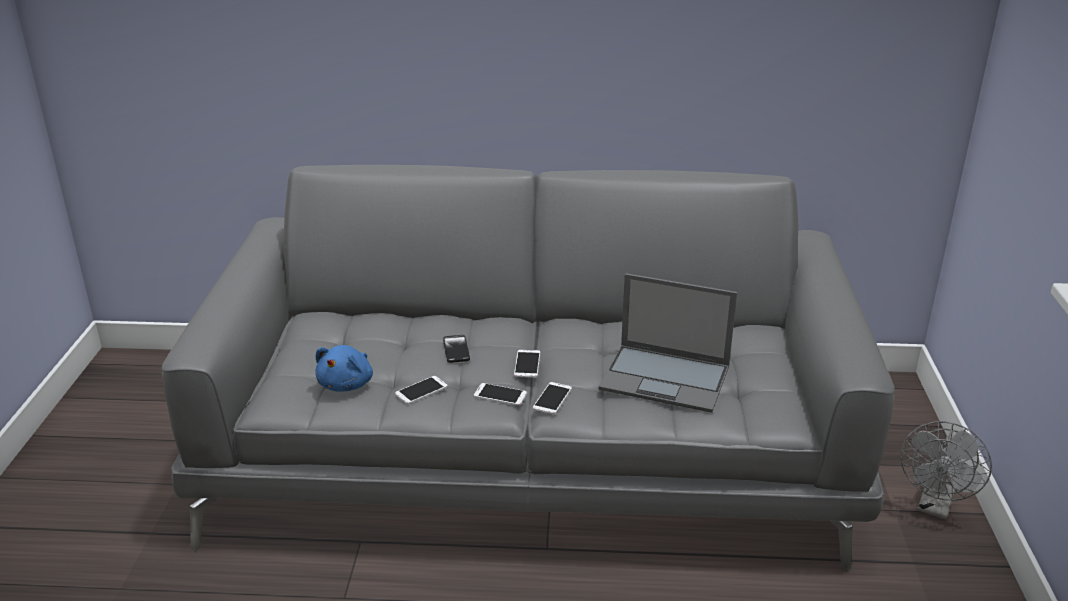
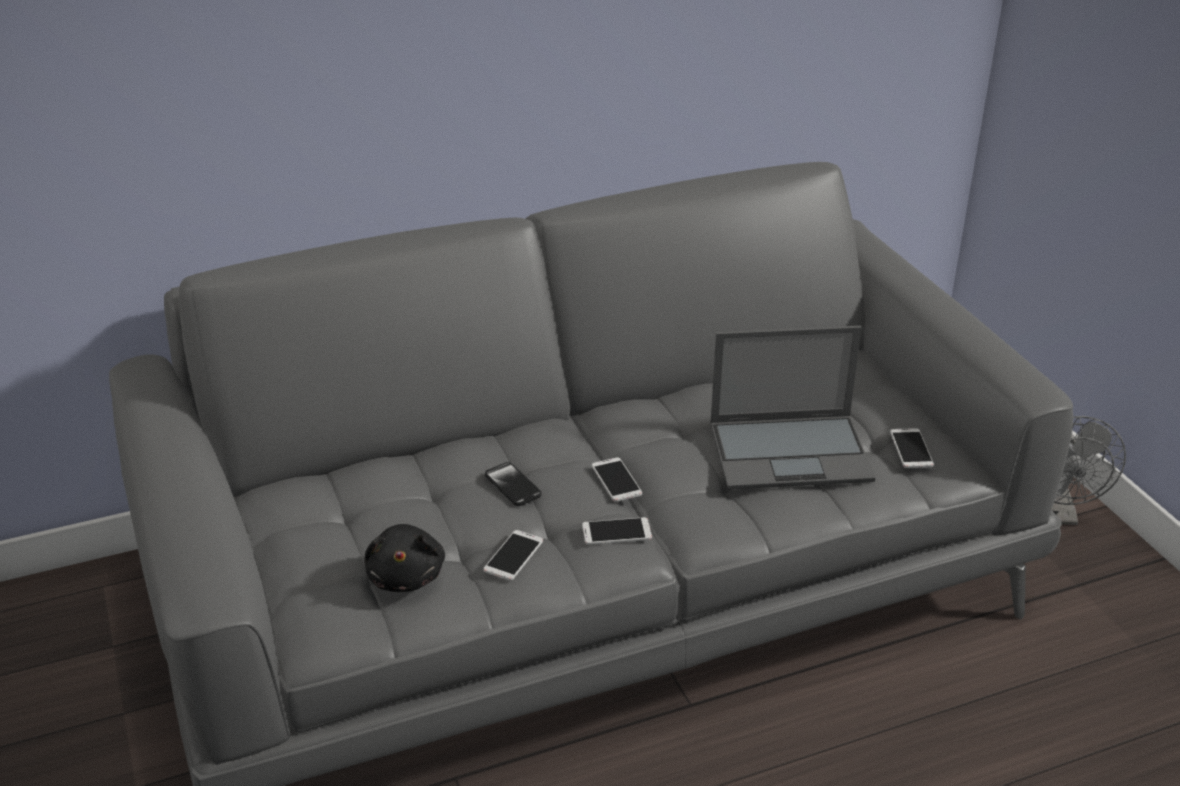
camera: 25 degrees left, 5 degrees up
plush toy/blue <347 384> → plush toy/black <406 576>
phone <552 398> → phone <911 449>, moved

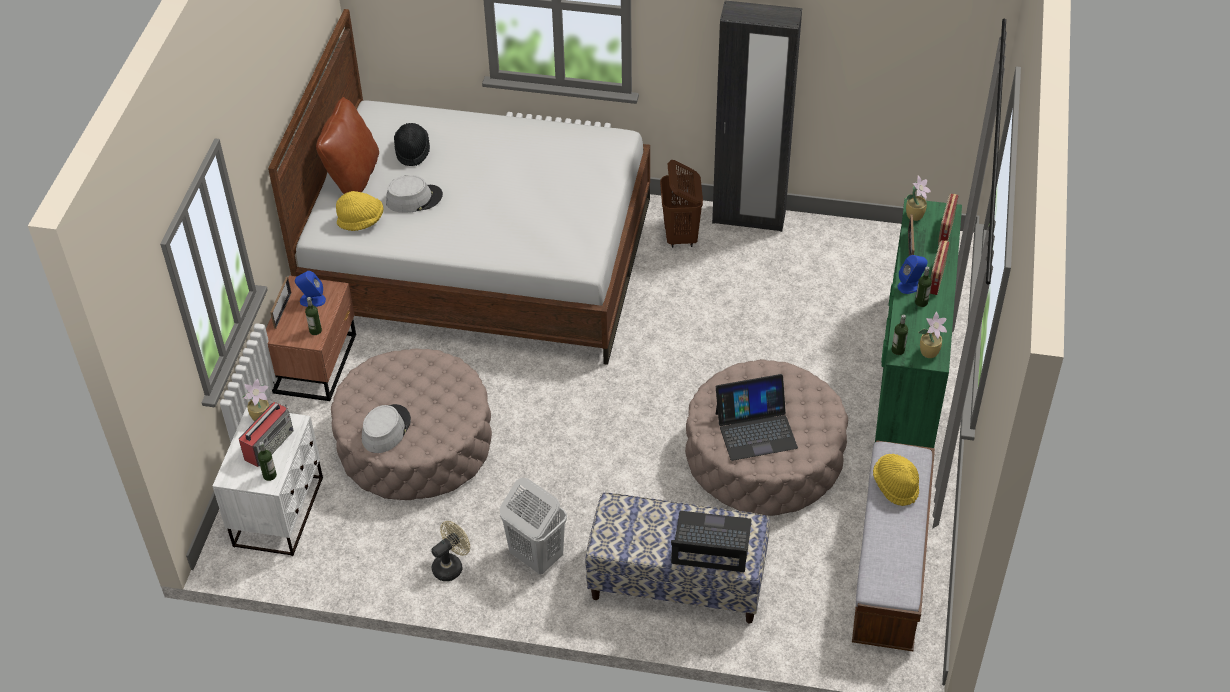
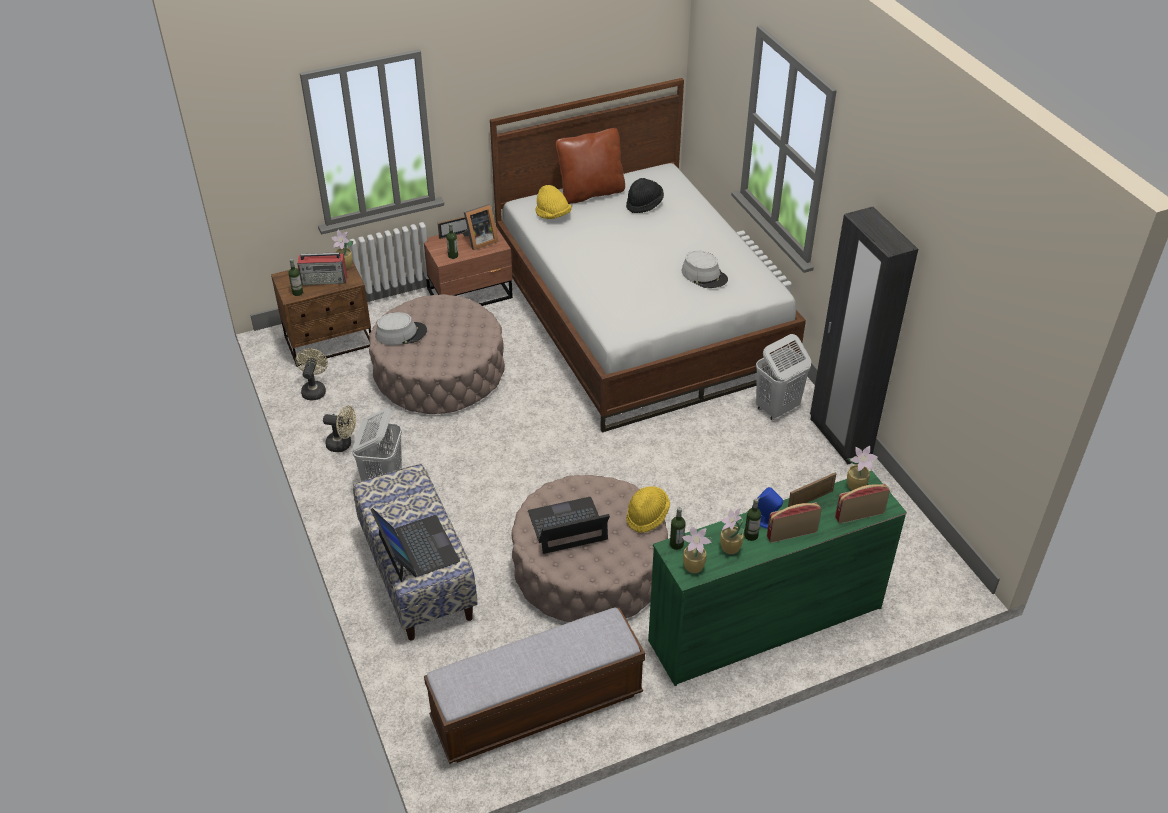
camera: 55 degrees right, 5 degrees down
laundry basket/brown <681 236> → laundry basket/white <776 408>
hat/grey <414 199> → hat/grey <704 275>, moved
speaker/blue <312 300> → picture frame <479 241>
laptop <755 430> → laptop <567 526>, 120 degrees clockwise
nightstand/white <280 511> → nightstand/brown <329 342>
hat/yellow <896 486> → hat/yellow <647 516>, moved
- → fan/beige <314 389>
- → potted plant <730 549>

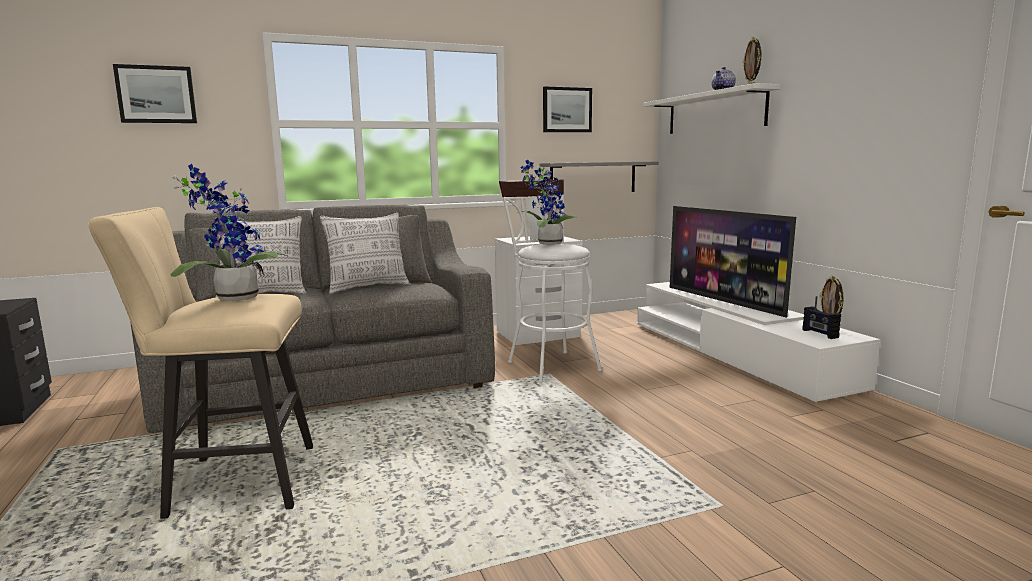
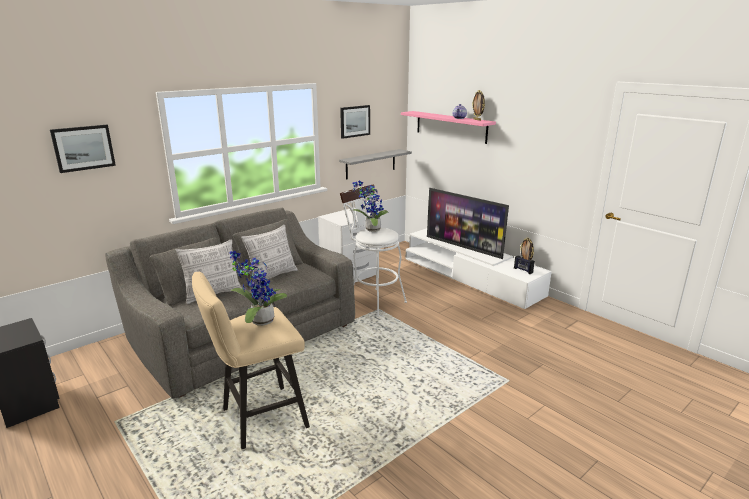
camera: 20 degrees left, 10 degrees up
shelf/white <714 112> → shelf/pink <450 126>

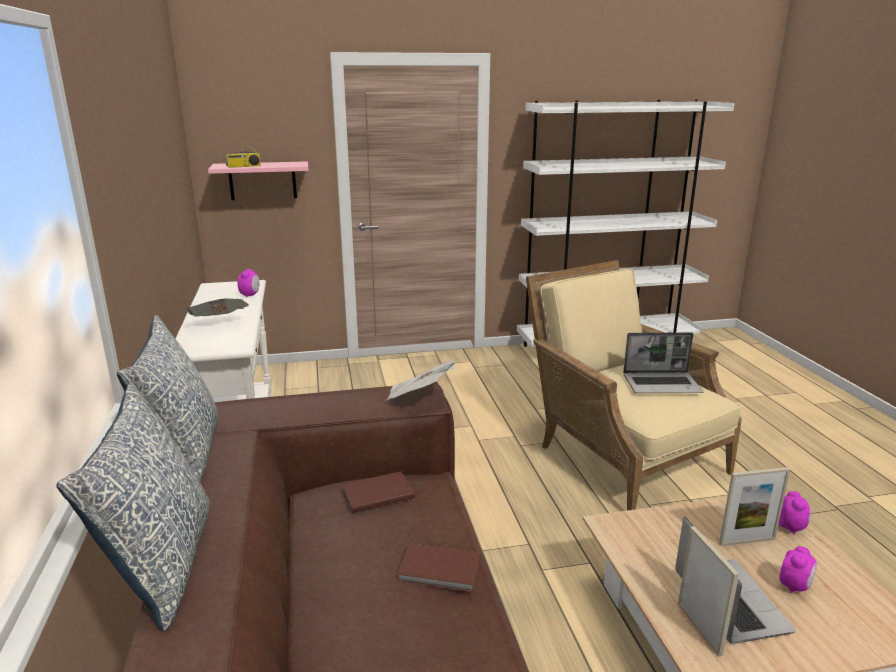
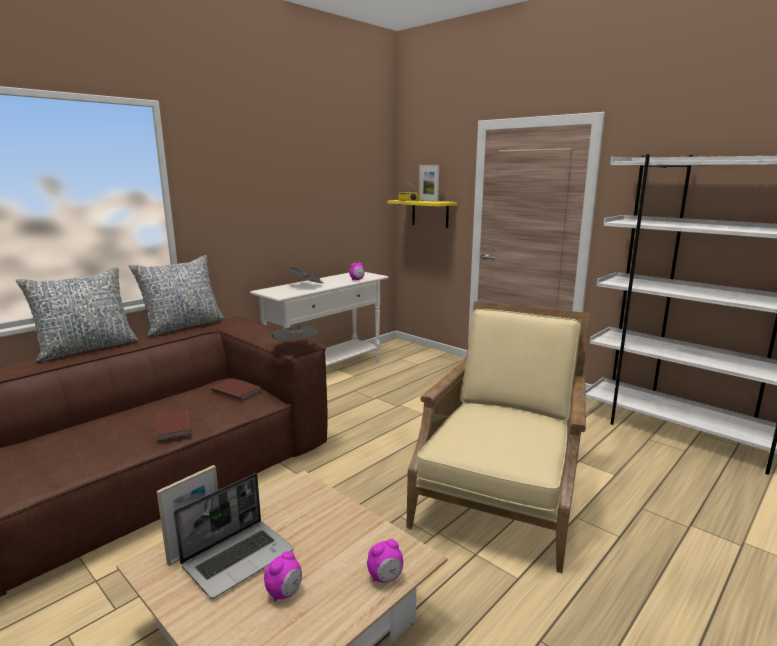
camera: 55 degrees right, 5 degrees down
shelf/pink <262 180> → shelf/yellow <430 213>
laptop <662 384> → -
picture frame <747 541> → picture frame <428 201>, moved
alarm clock <794 586> → alarm clock <285 593>, 60 degrees counterclockwise

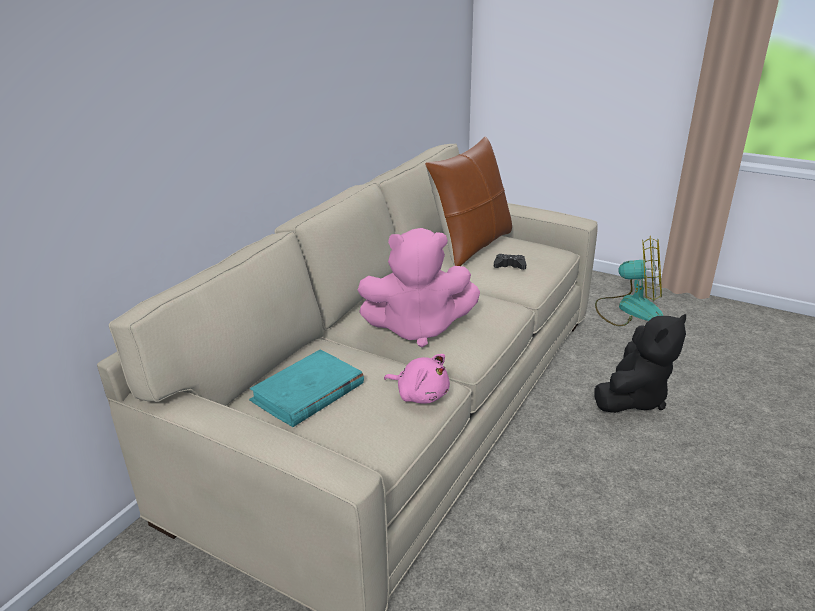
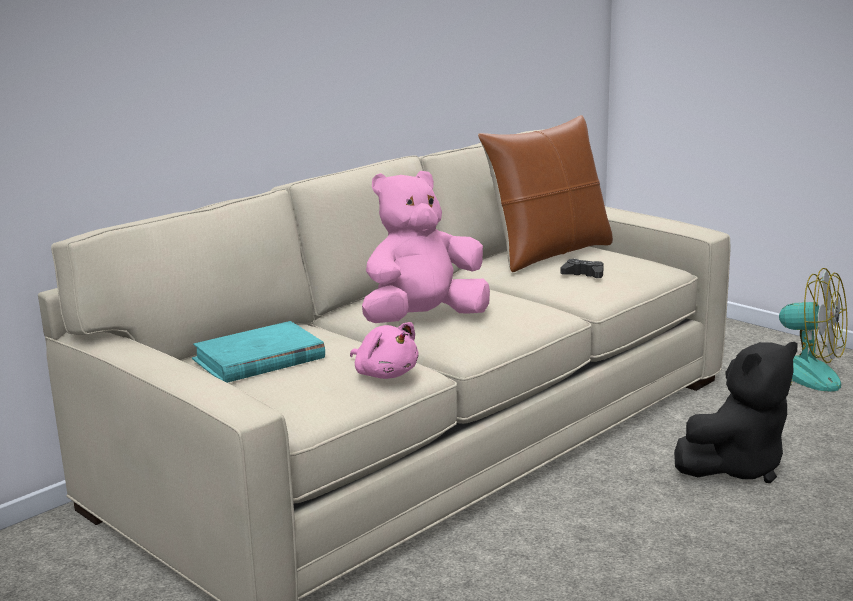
camera: 15 degrees right, 10 degrees down
plush toy/pink <418 328> → plush toy/pink <423 320>, 135 degrees clockwise

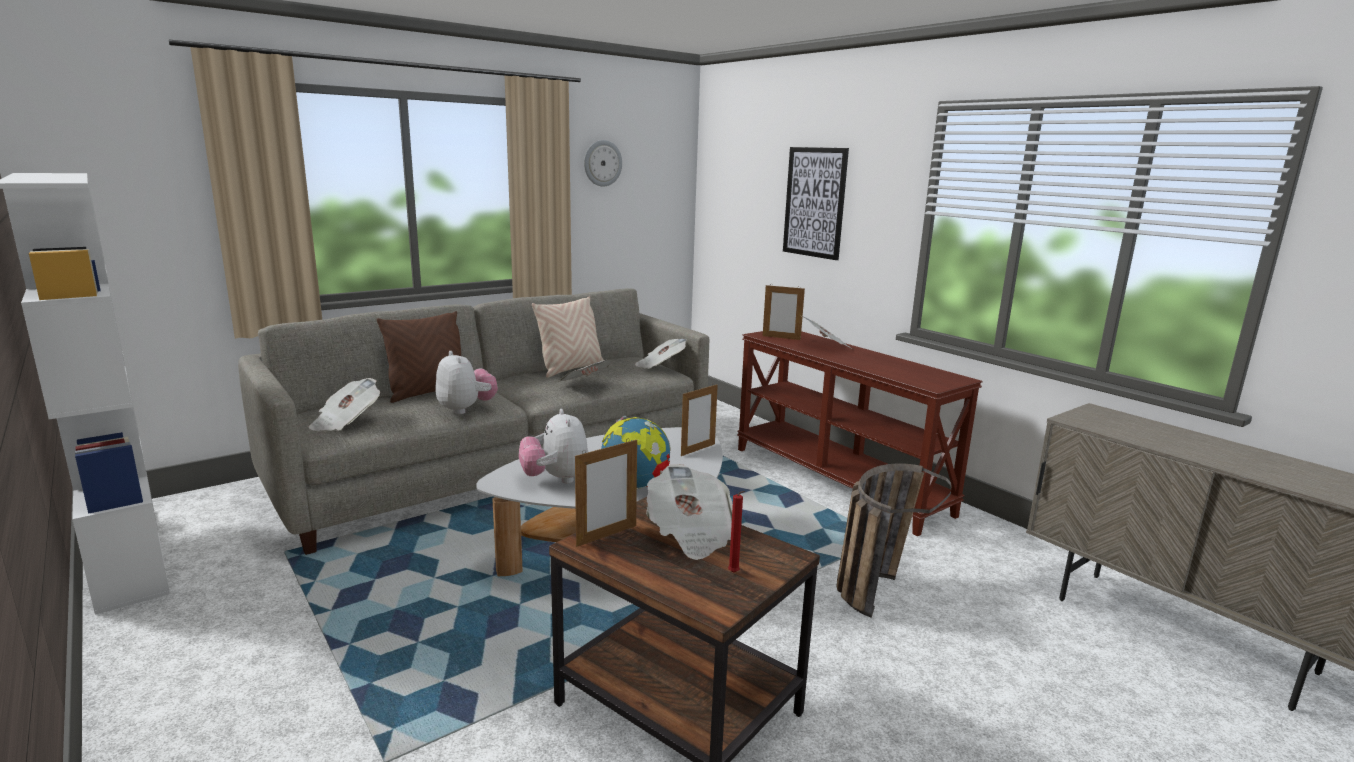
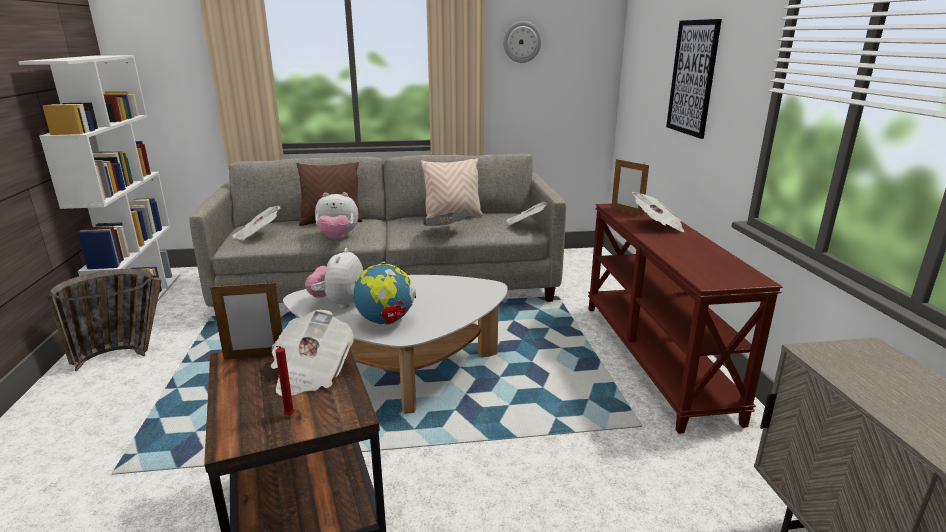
camera: 30 degrees right, 5 degrees up
plush toy <466 409> → plush toy <337 238>, 90 degrees clockwise
picture frame <698 450> → -
basket <875 585> → basket <126 355>, moved

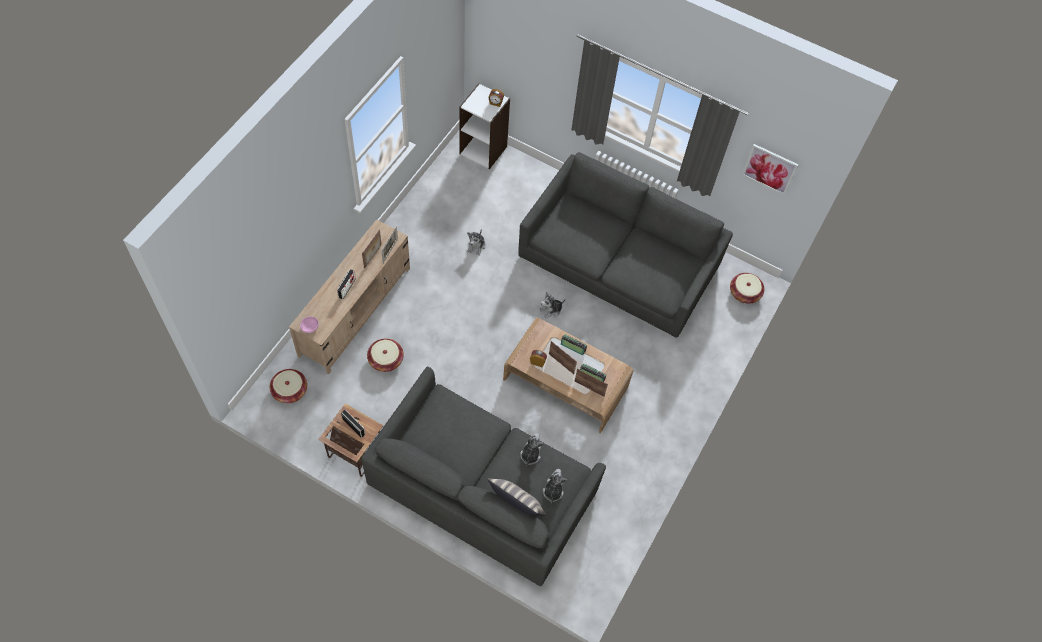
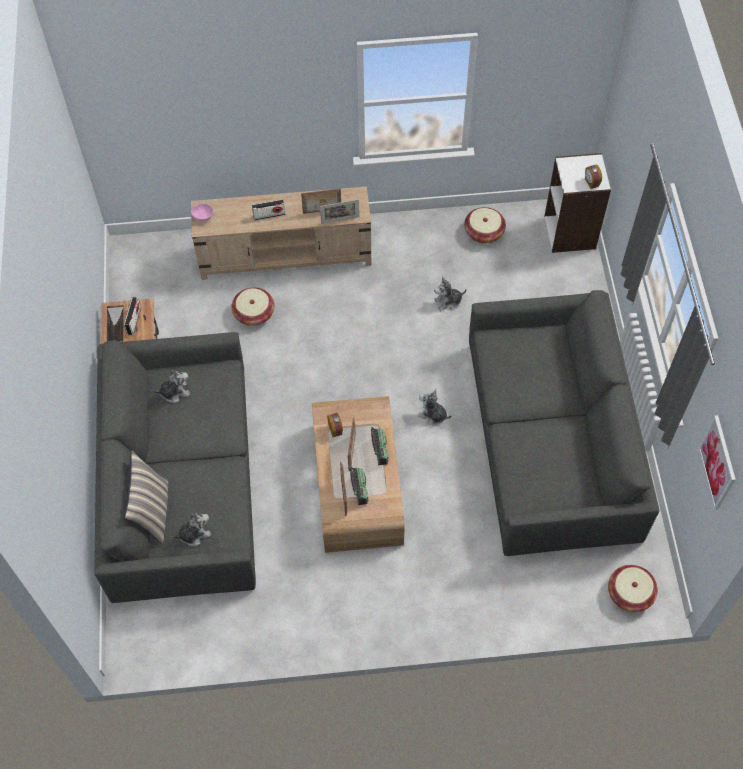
camera: 60 degrees right, 0 degrees up
basket <290 390> → basket <484 232>, moved
plush toy <530 454> → plush toy <174 392>, moved

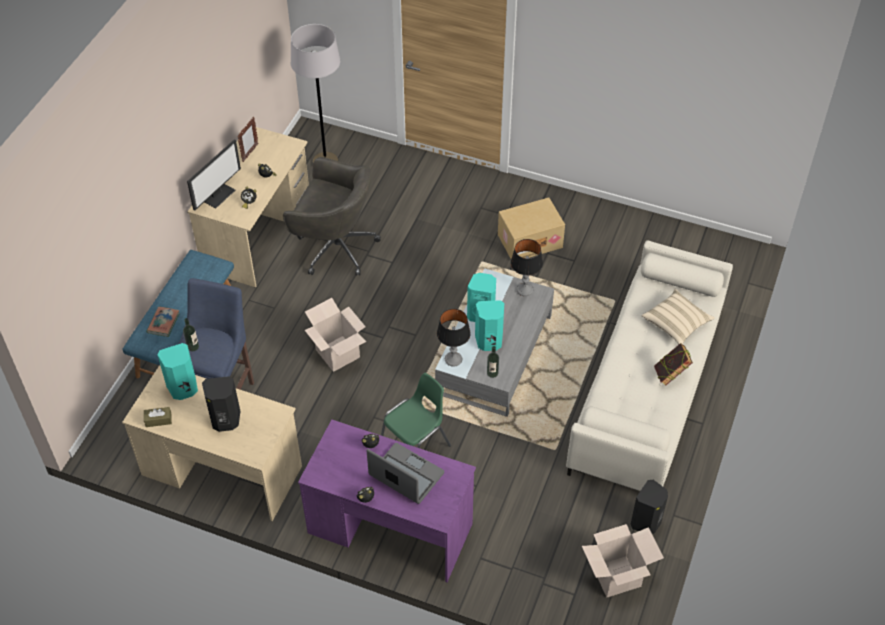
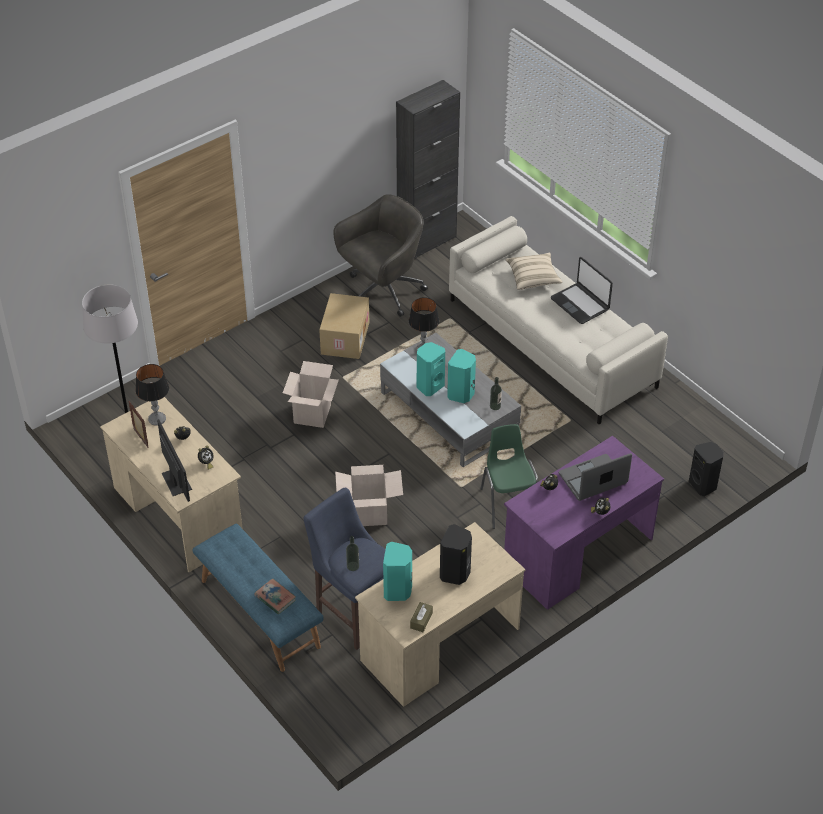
camera: 60 degrees left, 5 degrees down
office chair/grey <334 247> → office chair/grey <382 292>, moved
table lamp <453 359> → table lamp <157 419>, moved
book <670 375> → laptop <580 304>
speaker/black <646 522> → speaker/black <703 485>, moved
cardboard box <616 577> → cardboard box <312 414>, moved
- → cabinet/black <427 242>

